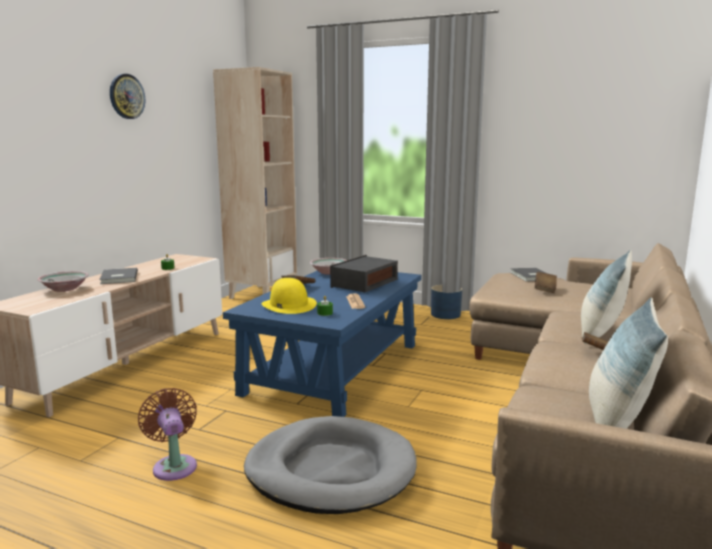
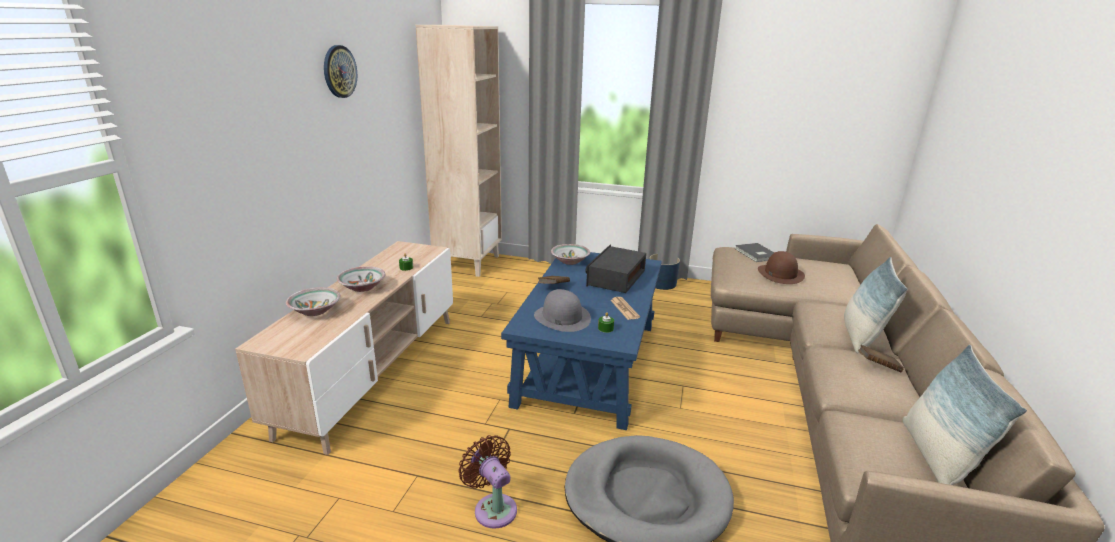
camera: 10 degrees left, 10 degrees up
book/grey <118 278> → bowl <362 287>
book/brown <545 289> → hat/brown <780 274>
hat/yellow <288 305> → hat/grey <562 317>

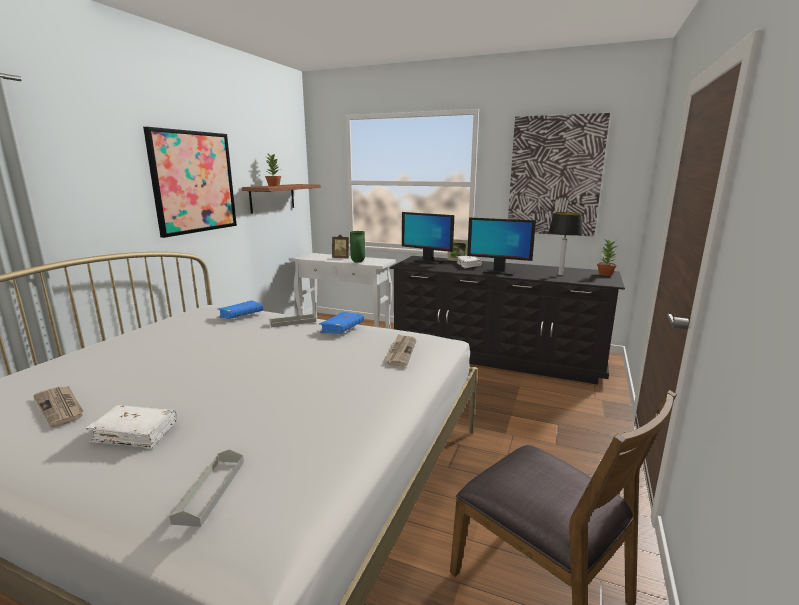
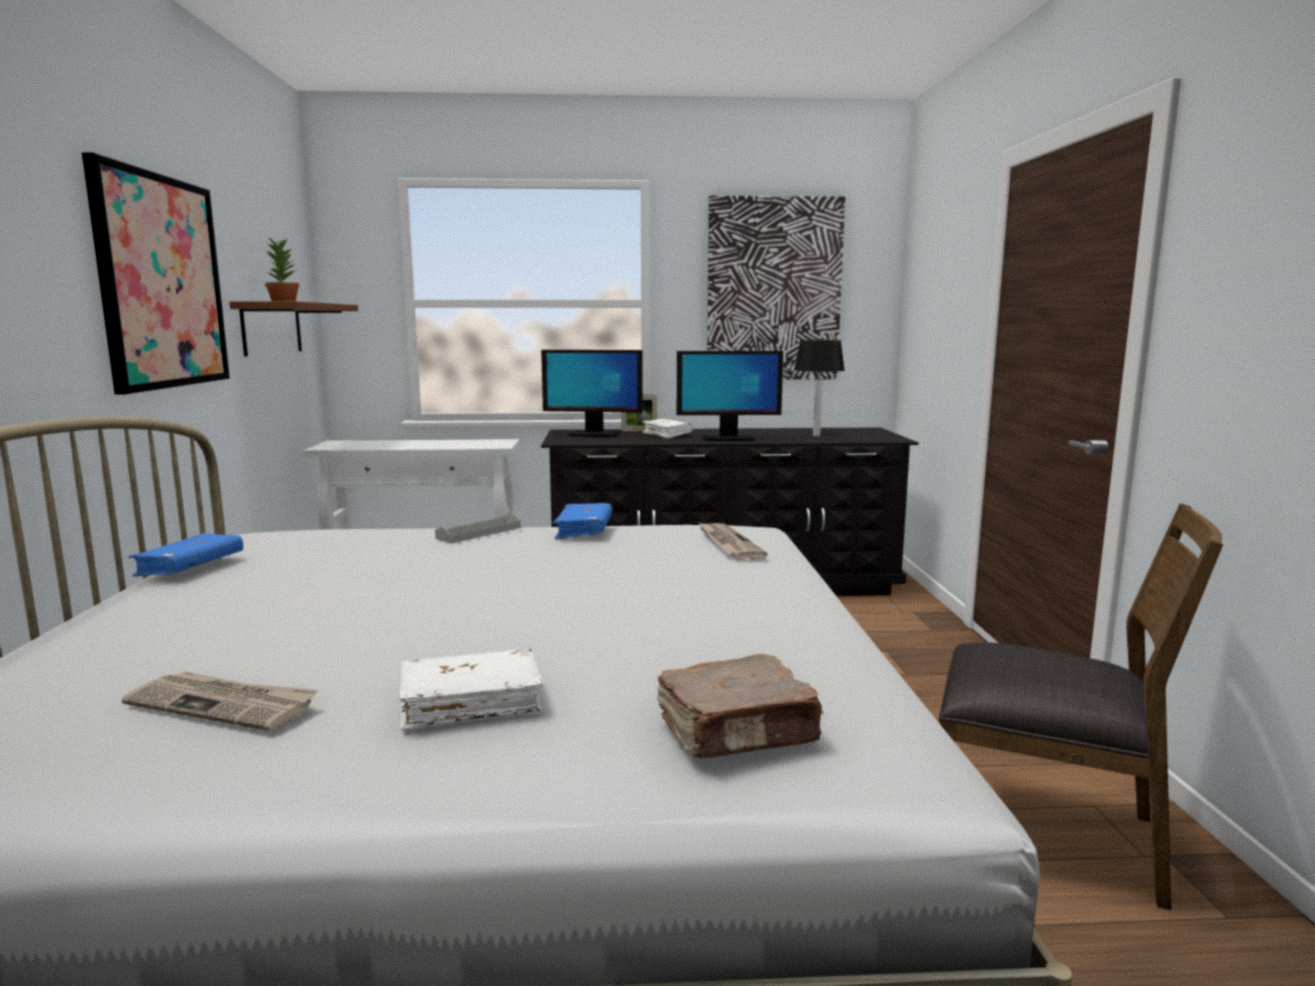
camera: 25 degrees left, 5 degrees down
vase/green <358 261> → -
picture frame <341 258> → -
potted plant <605 274> → -
book/blue <241 315> → book/blue <190 567>, moved
tray/grey <210 490> → book/brown <739 732>

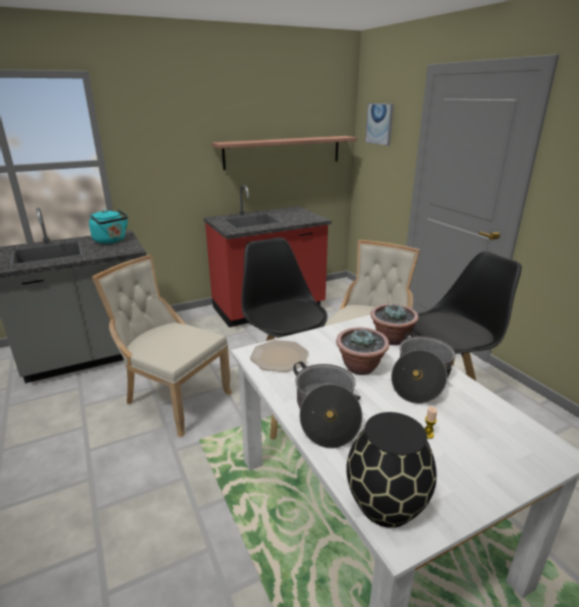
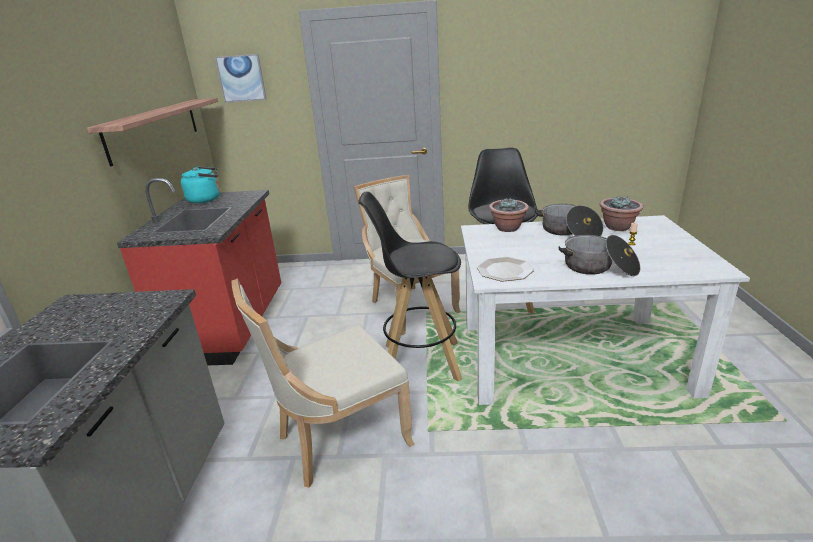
camera: 60 degrees left, 0 degrees up
kettle/turquoise <111 241> → kettle/turquoise <206 199>, moved
potted plant <360 367> → potted plant <618 227>, moved
vase/black <385 504> → -

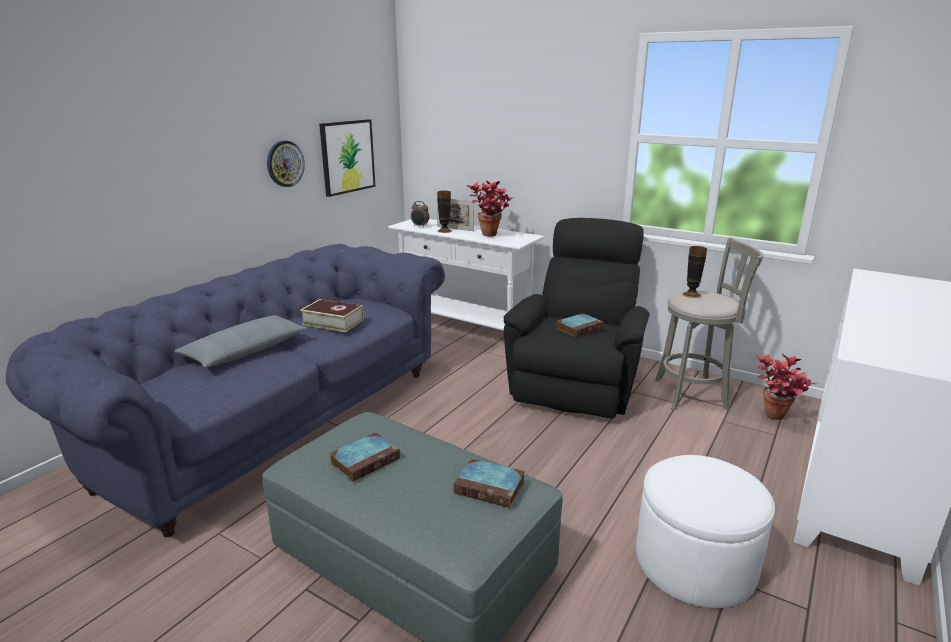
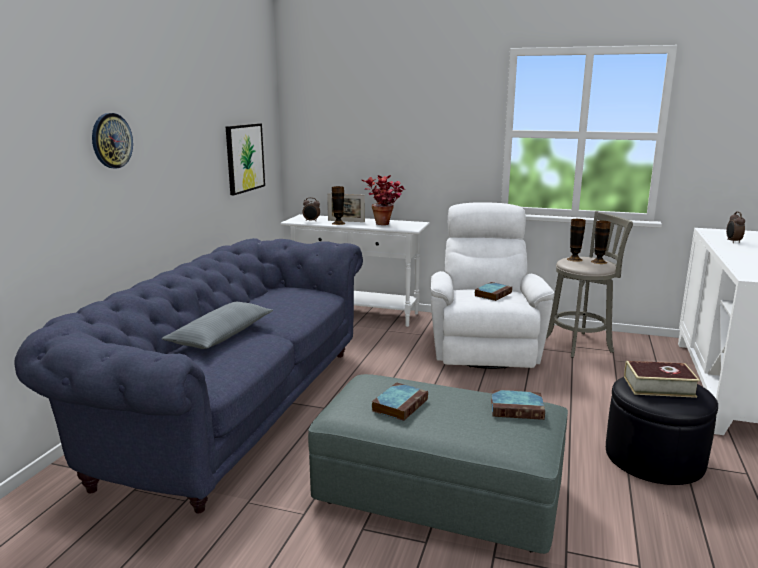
camera: 15 degrees left, 5 degrees down
wall clock <285 163> → wall clock <111 140>, moved
armchair/black <577 384> → armchair/white <484 347>
book <333 322> → book <659 386>, moved
potted plant <776 419> → -
ottoman/white <695 562> → ottoman/black <654 457>
- → alarm clock <733 241>
- → vase <599 262>

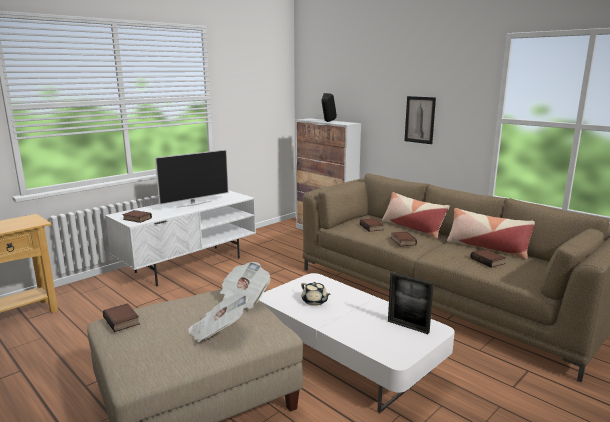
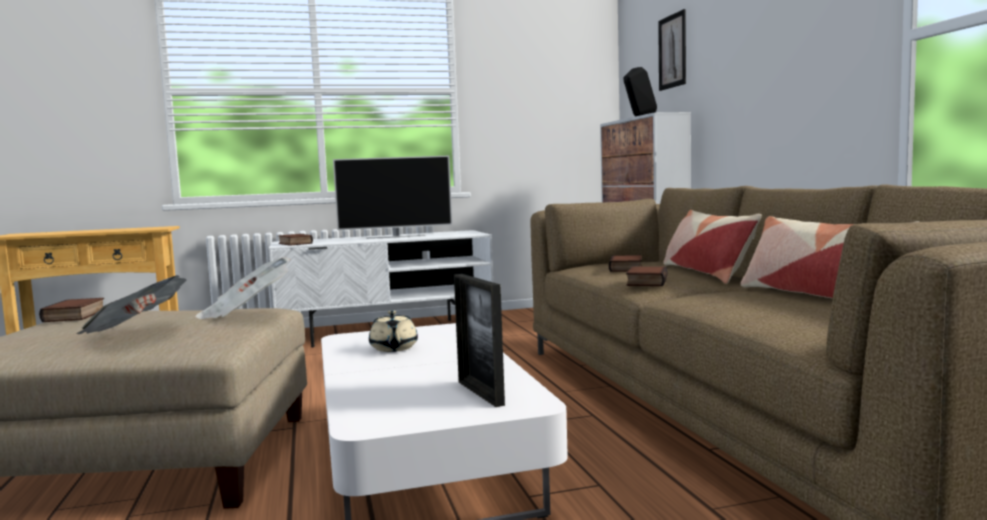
camera: 30 degrees right, 10 degrees down
picture <420 120> → picture <672 51>, moved
book <488 261> → -

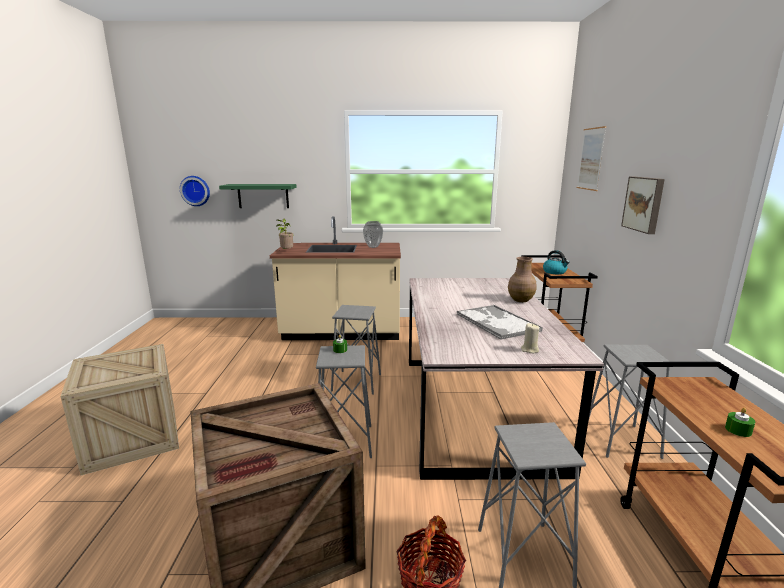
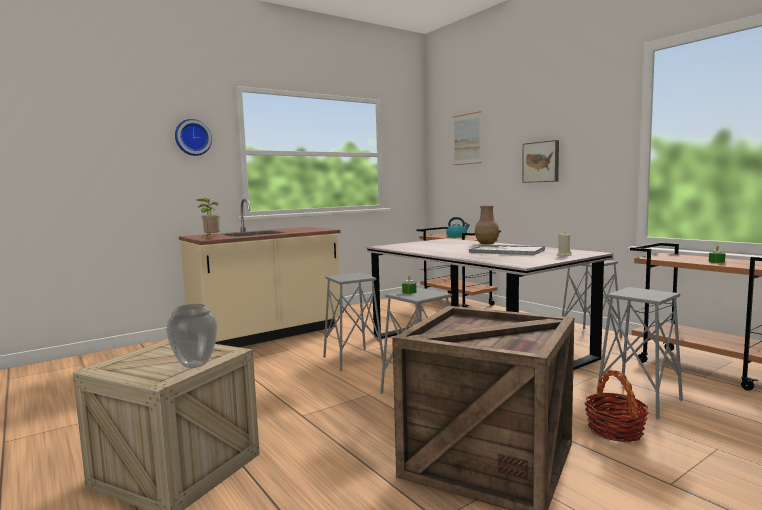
camera: 35 degrees left, 10 degrees down
wall clock <195 191> → wall clock <192 137>, moved
shelf/green <263 196> → -
vase <373 247> → vase <195 365>, moved

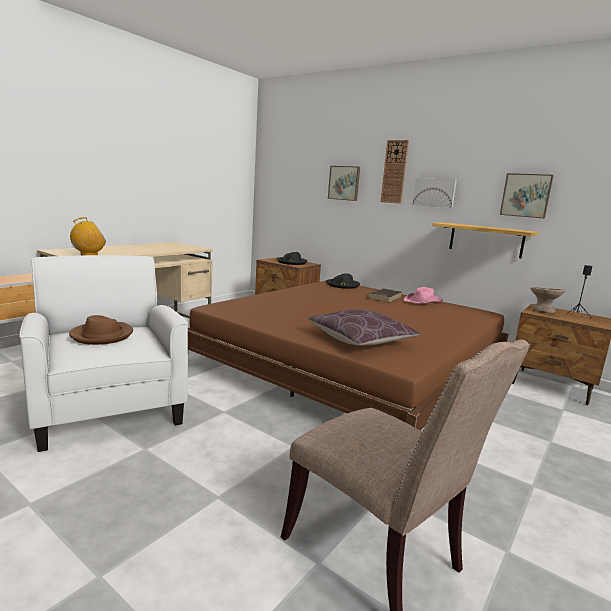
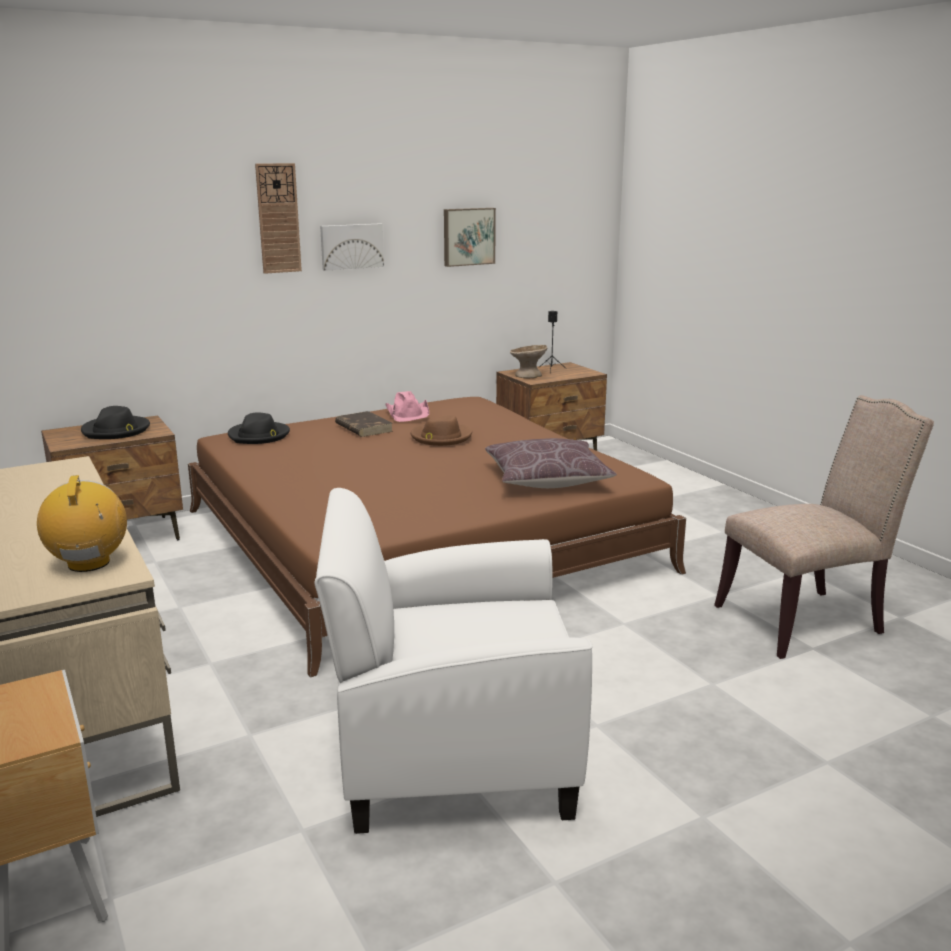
camera: 65 degrees left, 5 degrees up
picture <344 183> → -
shelf <486 240> → -
hat/brown <102 335> → hat/brown <441 437>, moved

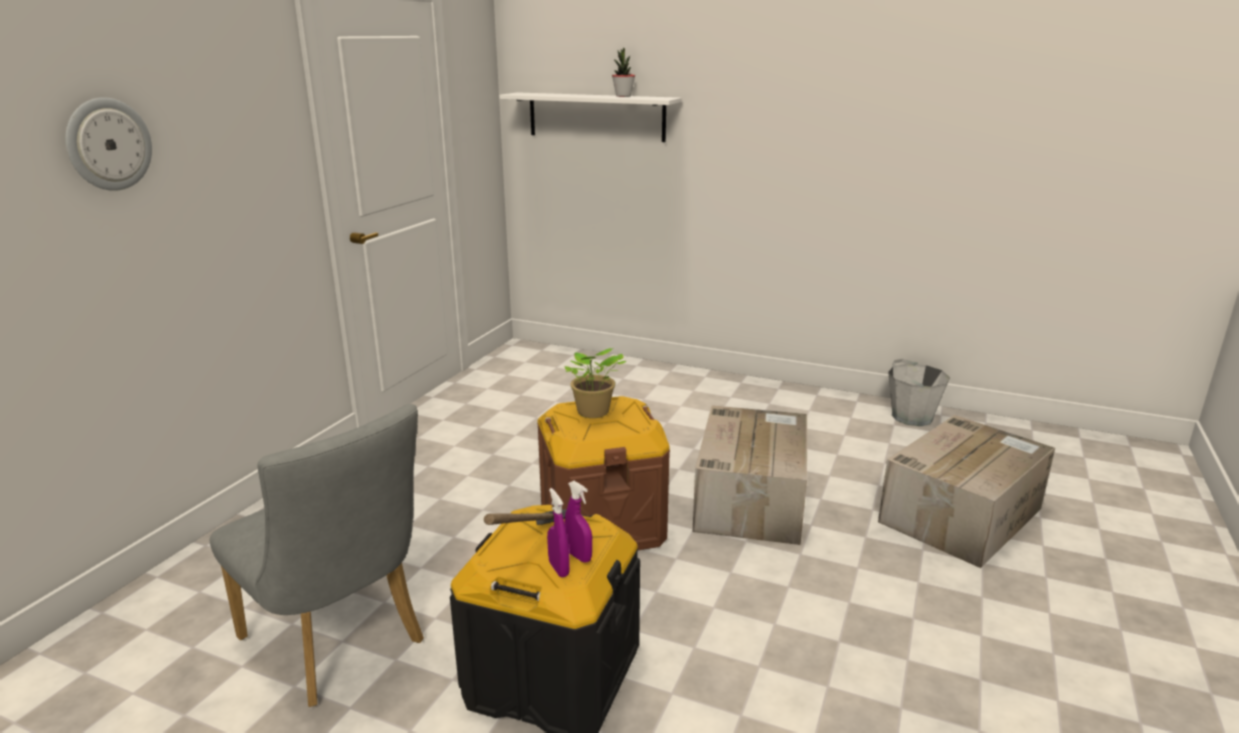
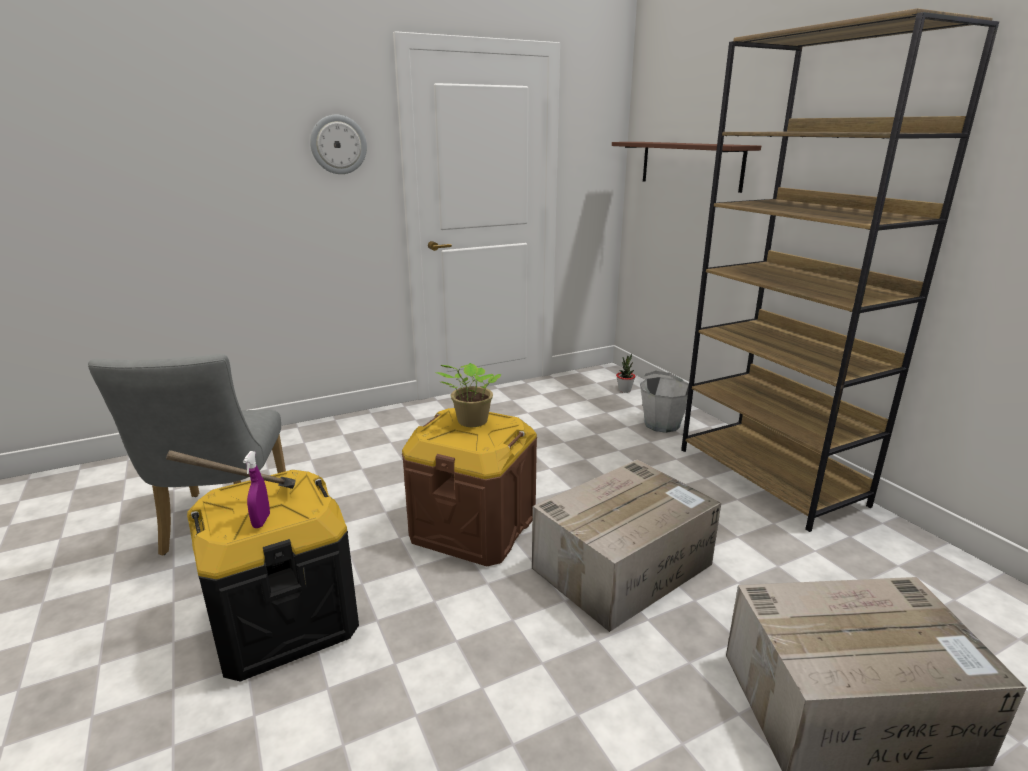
camera: 40 degrees right, 0 degrees up
potted plant <623 96> → potted plant <624 390>, moved
shelf/white <596 116> → shelf/brown <690 165>
wall clock <108 144> → wall clock <338 144>, moved
bucket/grey <911 417> → bucket/grey <662 424>, moved
spray bottle/purple <559 569> → -
- → bookcase/brown <770 476>

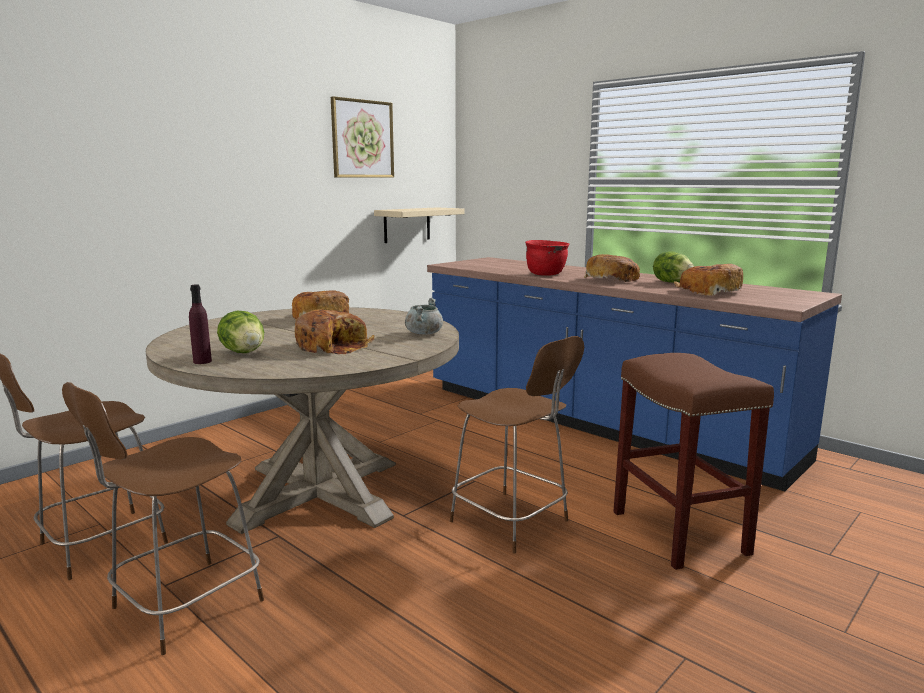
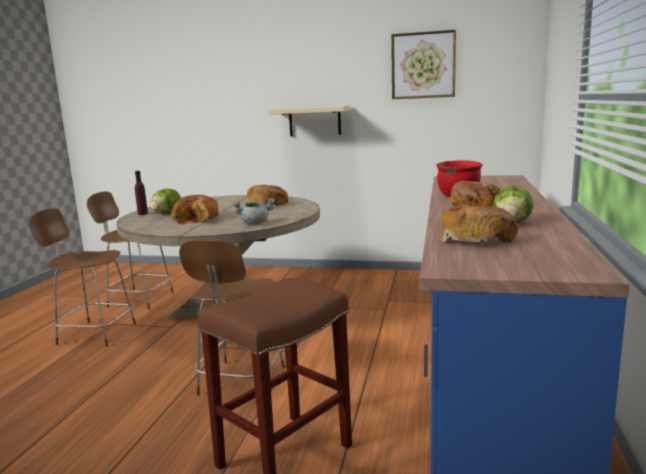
camera: 60 degrees right, 0 degrees up
shelf/beige <407 225> → shelf/beige <314 121>, moved

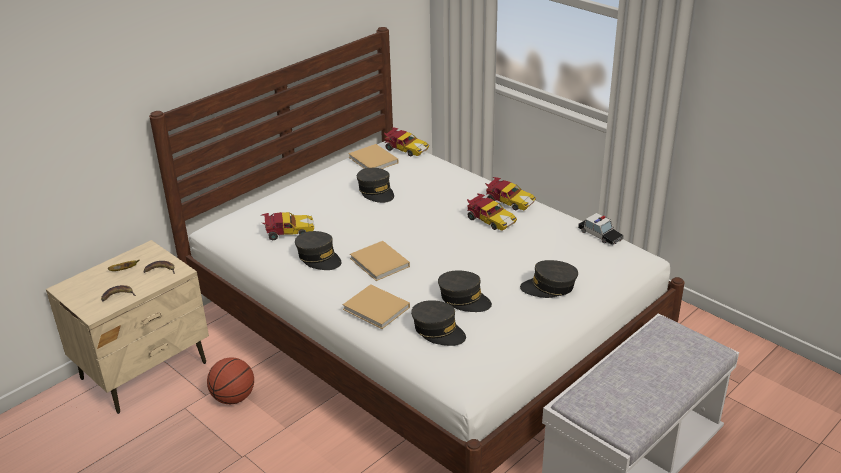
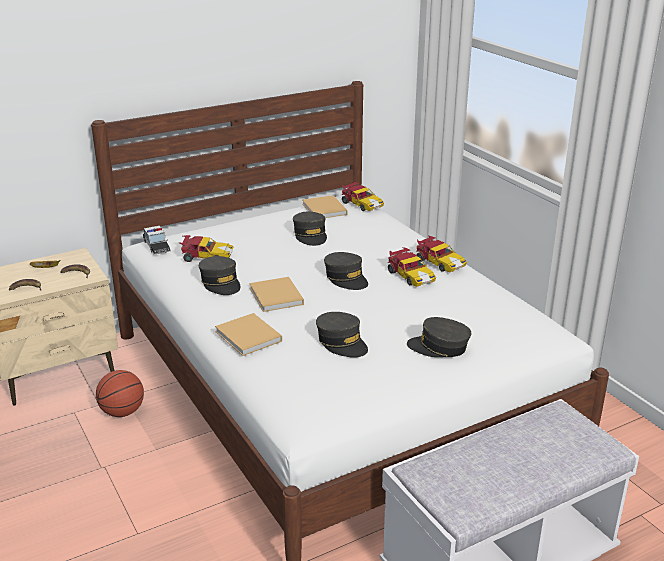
camera: 15 degrees right, 5 degrees down
toy car <600 235> → toy car <156 246>, moved
cap/grey <438 330> → cap/grey <346 278>, moved

